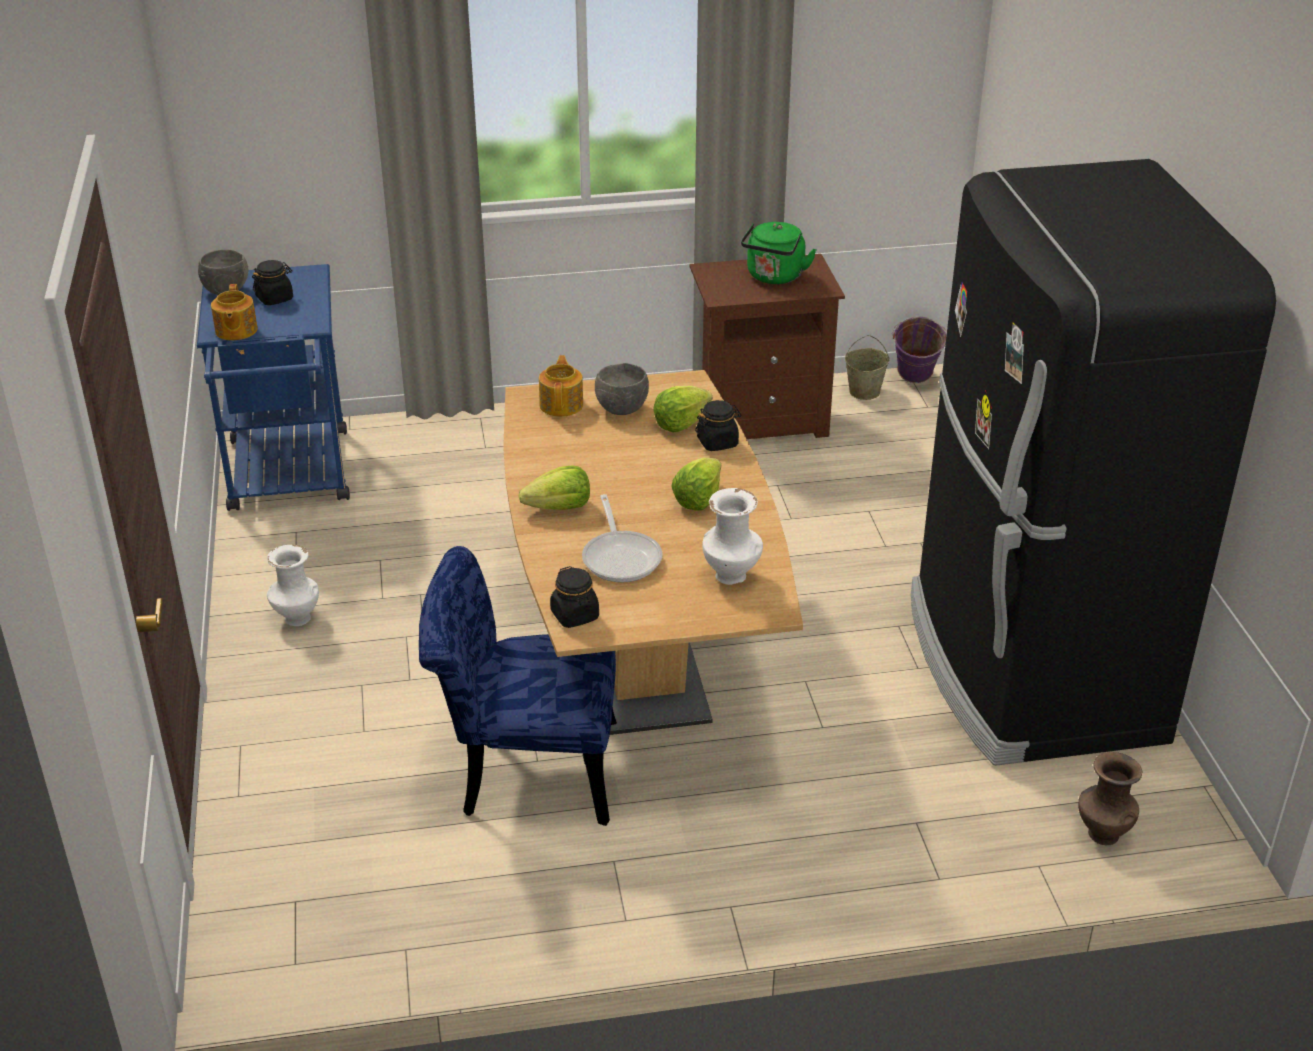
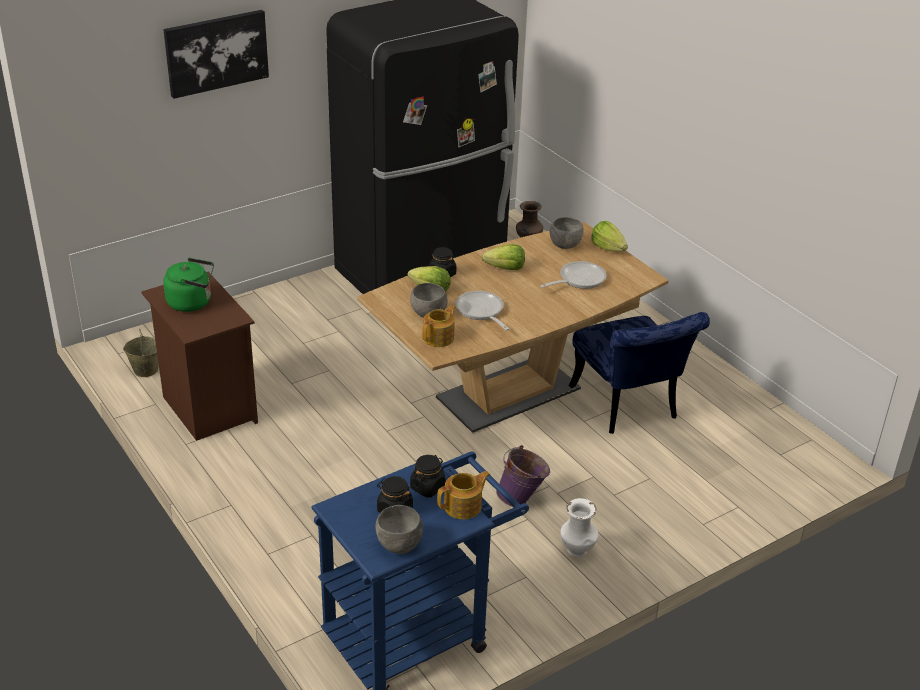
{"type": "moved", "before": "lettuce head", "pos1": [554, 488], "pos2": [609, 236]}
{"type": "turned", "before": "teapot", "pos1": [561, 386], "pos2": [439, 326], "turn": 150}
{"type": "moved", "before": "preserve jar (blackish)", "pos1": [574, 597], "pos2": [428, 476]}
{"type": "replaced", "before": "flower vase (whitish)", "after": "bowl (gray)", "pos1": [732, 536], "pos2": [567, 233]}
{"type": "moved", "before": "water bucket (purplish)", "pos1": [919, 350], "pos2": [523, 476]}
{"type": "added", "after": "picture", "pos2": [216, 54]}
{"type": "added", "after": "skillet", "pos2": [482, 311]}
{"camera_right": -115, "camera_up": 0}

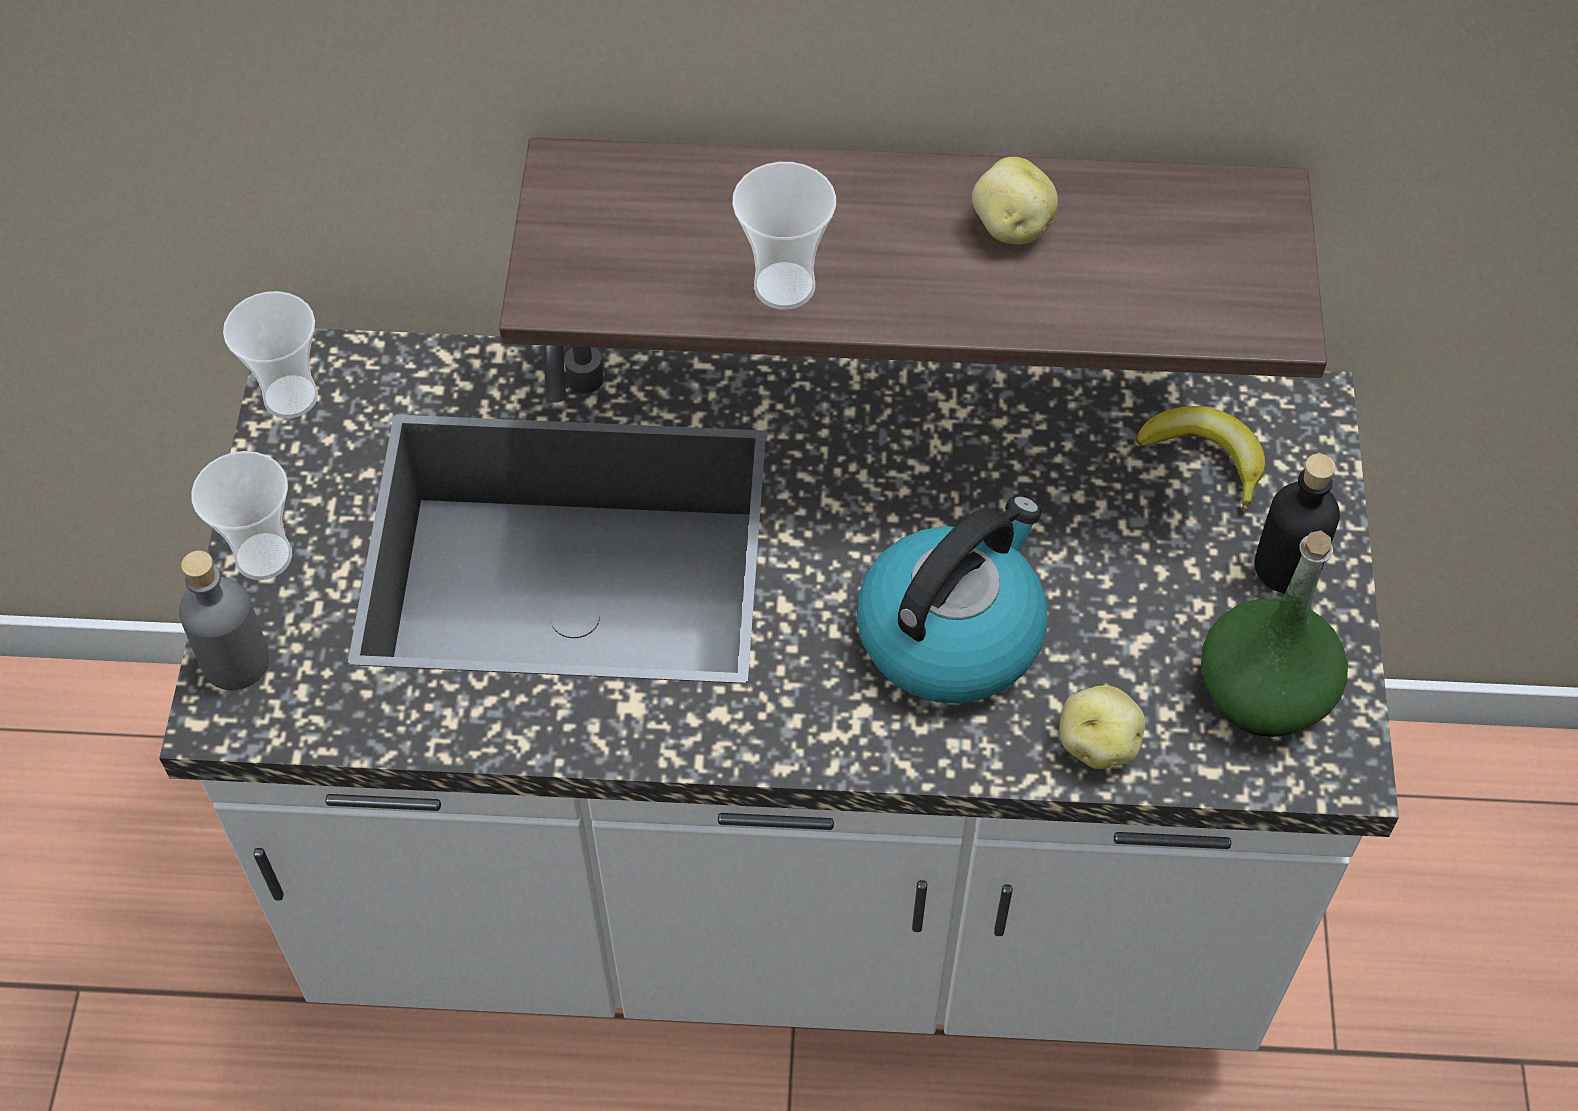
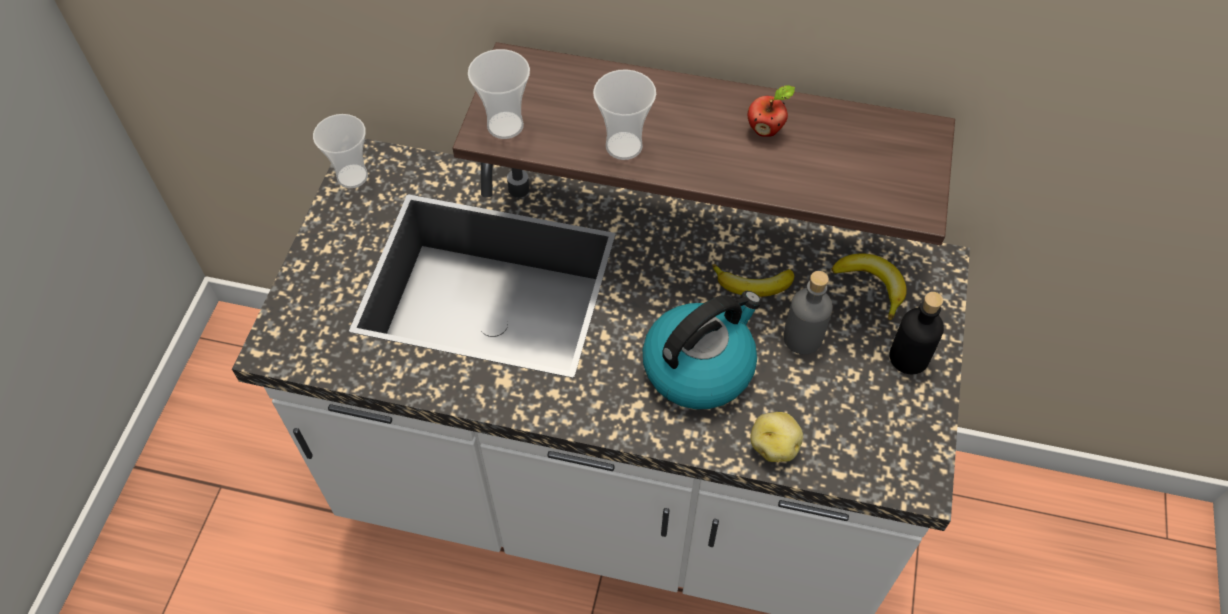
{"type": "moved", "before": "beverage bottle (gray)", "pos1": [224, 620], "pos2": [808, 312]}
{"type": "moved", "before": "drinking cup", "pos1": [241, 515], "pos2": [499, 94]}
{"type": "replaced", "before": "potato", "after": "whole apple", "pos1": [1015, 200], "pos2": [771, 111]}
{"type": "removed", "before": "beverage bottle (green-coloured)", "pos1": [1274, 633]}
{"type": "added", "after": "banana", "pos2": [753, 280]}
{"camera_right": 10, "camera_up": 0}

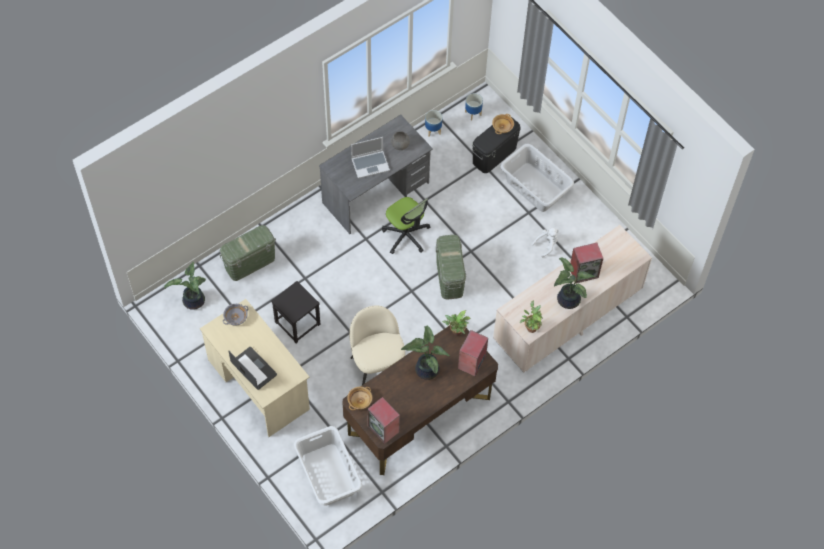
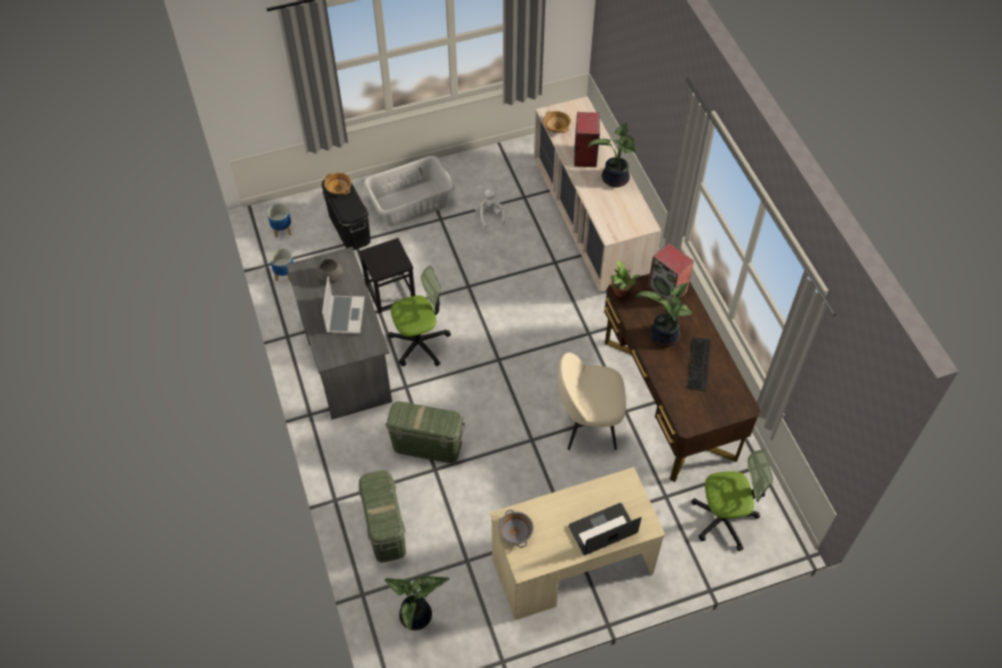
{"type": "moved", "before": "stool seat (blackish)", "pos1": [295, 312], "pos2": [387, 275]}
{"type": "replaced", "before": "hamper (whitish)", "after": "desk chair", "pos1": [328, 466], "pos2": [732, 500]}
{"type": "moved", "before": "bowl (beige-coloured)", "pos1": [359, 398], "pos2": [557, 122]}
{"type": "removed", "before": "speaker", "pos1": [383, 420]}
{"type": "moved", "before": "storage container (green-coloured)", "pos1": [451, 267], "pos2": [425, 432]}
{"type": "removed", "before": "plant in a pot", "pos1": [531, 317]}
{"type": "added", "after": "computer keyboard", "pos2": [699, 364]}
{"camera_right": -70, "camera_up": -5}

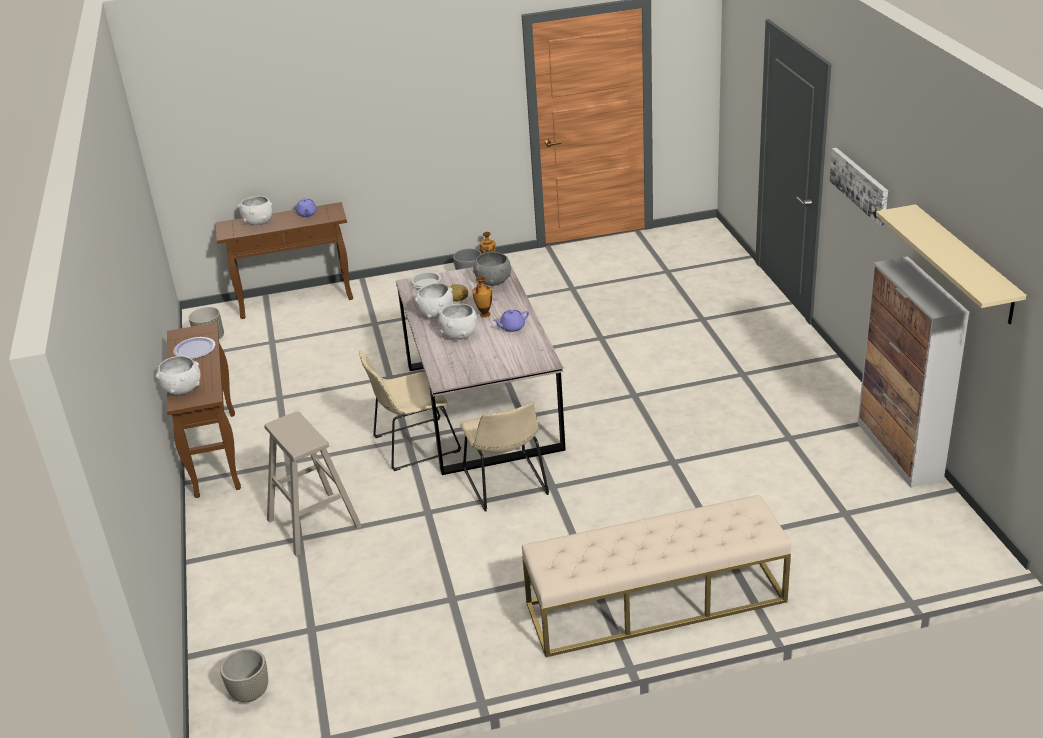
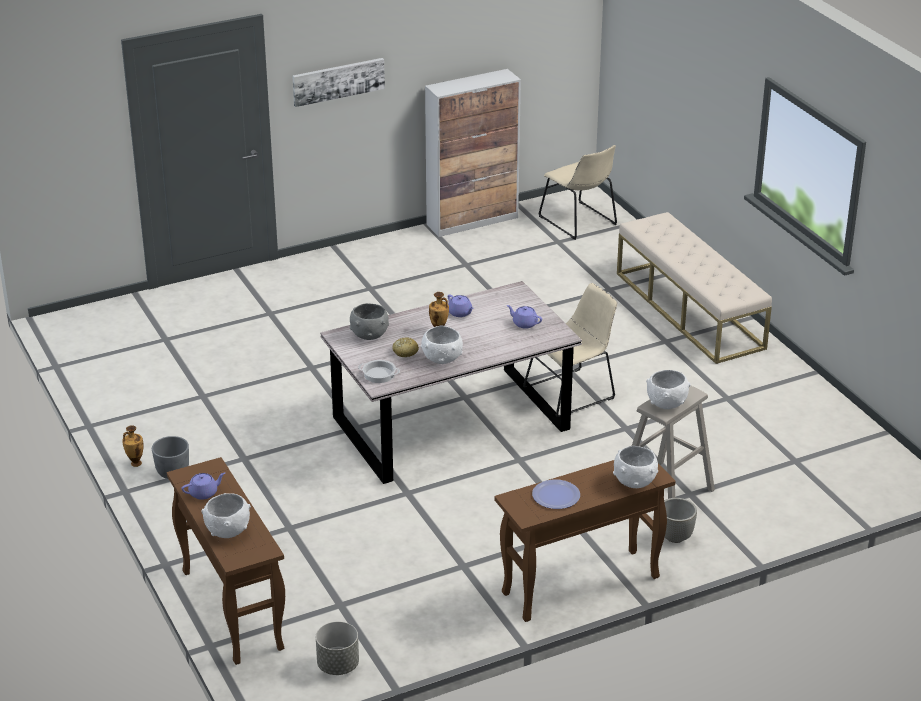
{"type": "moved", "before": "plant pot (gray)", "pos1": [244, 675], "pos2": [680, 520]}
{"type": "moved", "before": "chair (beige-coloured)", "pos1": [410, 410], "pos2": [577, 192]}
{"type": "moved", "before": "bowl (whitish)", "pos1": [457, 322], "pos2": [668, 389]}
{"type": "removed", "before": "bracket shelf (beige-coloured)", "pos1": [951, 264]}
{"type": "added", "after": "teapot (purplish)", "pos2": [524, 317]}
{"camera_right": -105, "camera_up": 0}

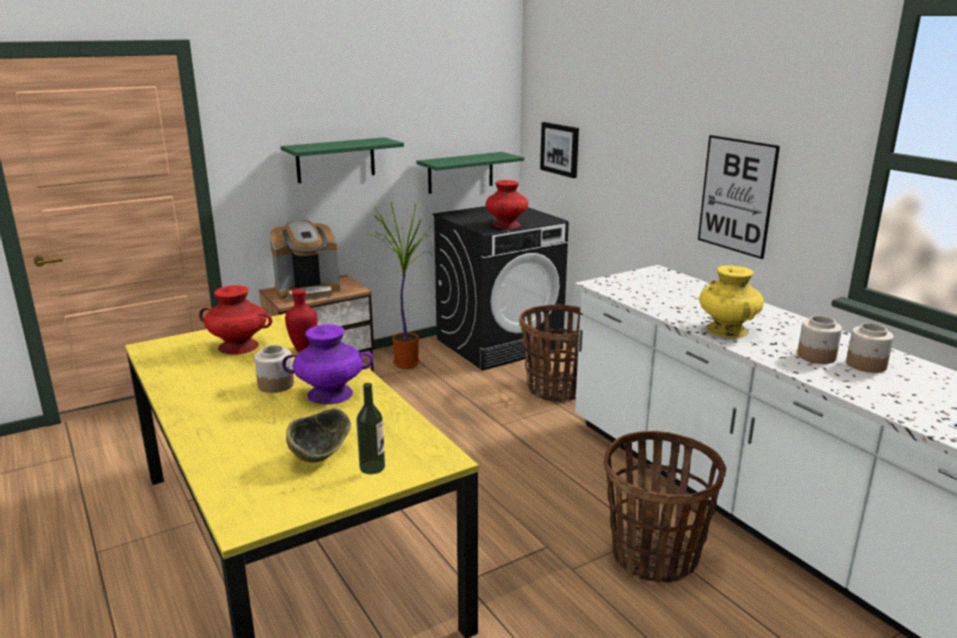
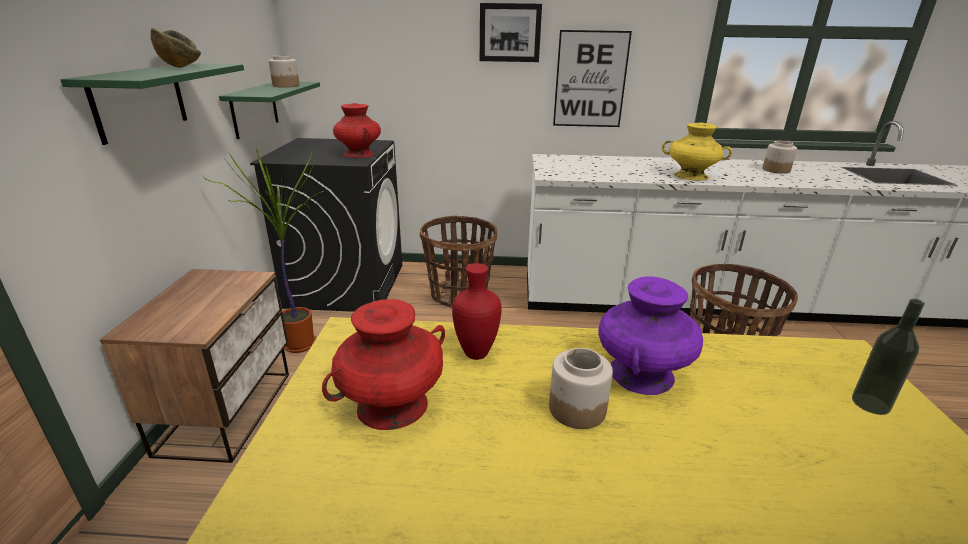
{"type": "removed", "before": "coffee maker", "pos1": [305, 260]}
{"type": "moved", "before": "bowl", "pos1": [318, 435], "pos2": [176, 48]}
{"type": "moved", "before": "picture", "pos1": [559, 150], "pos2": [511, 32]}
{"type": "moved", "before": "preserve jar", "pos1": [819, 340], "pos2": [284, 71]}
{"camera_right": -55, "camera_up": 5}

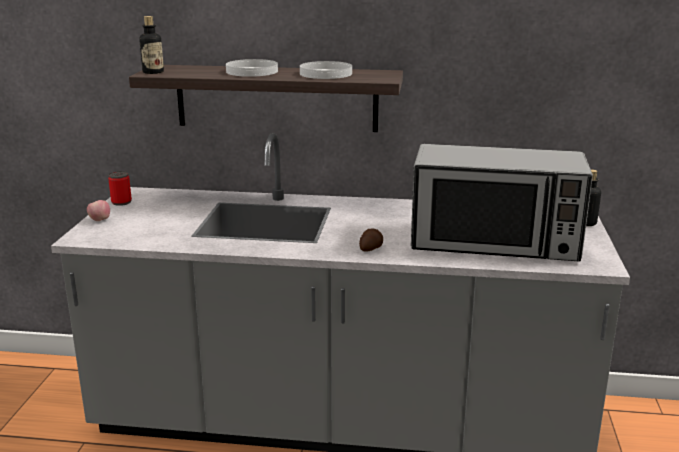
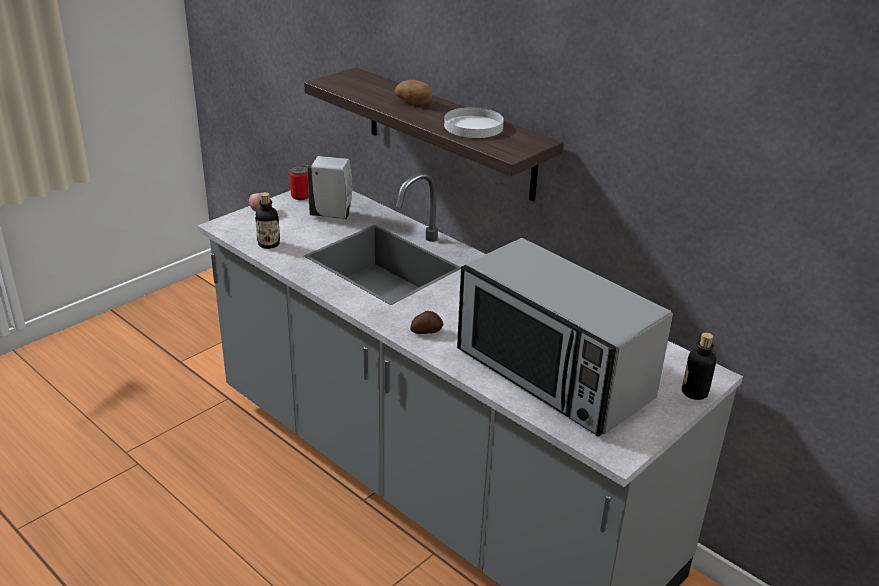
{"type": "moved", "before": "beverage bottle", "pos1": [151, 45], "pos2": [267, 220]}
{"type": "replaced", "before": "plate (whitish)", "after": "potato", "pos1": [252, 68], "pos2": [413, 92]}
{"type": "added", "after": "liquid soap bottle (whitish)", "pos2": [329, 187]}
{"camera_right": 35, "camera_up": 10}

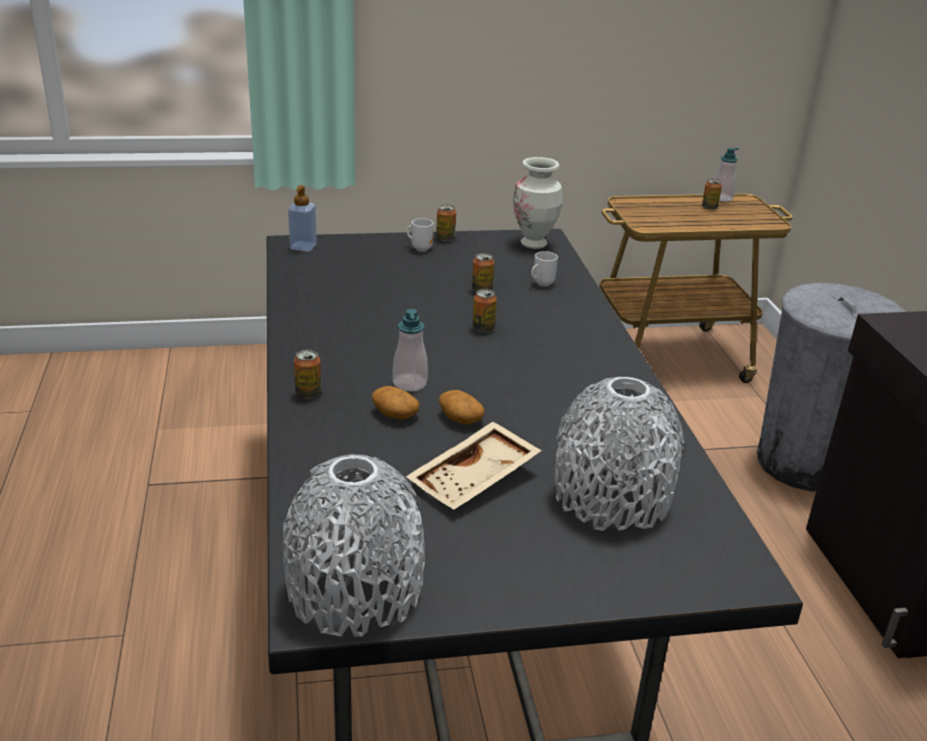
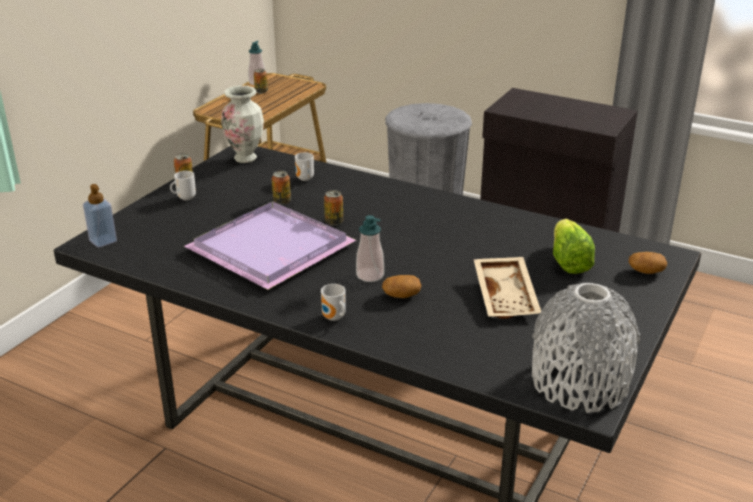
{"type": "replaced", "before": "sealed can", "after": "coffee mug", "pos1": [308, 374], "pos2": [333, 302]}
{"type": "moved", "before": "potato", "pos1": [462, 407], "pos2": [648, 263]}
{"type": "replaced", "before": "flower vase (gray)", "after": "lettuce head", "pos1": [620, 454], "pos2": [574, 246]}
{"type": "added", "after": "serving tray (purplish)", "pos2": [270, 245]}
{"camera_right": -50, "camera_up": 0}

